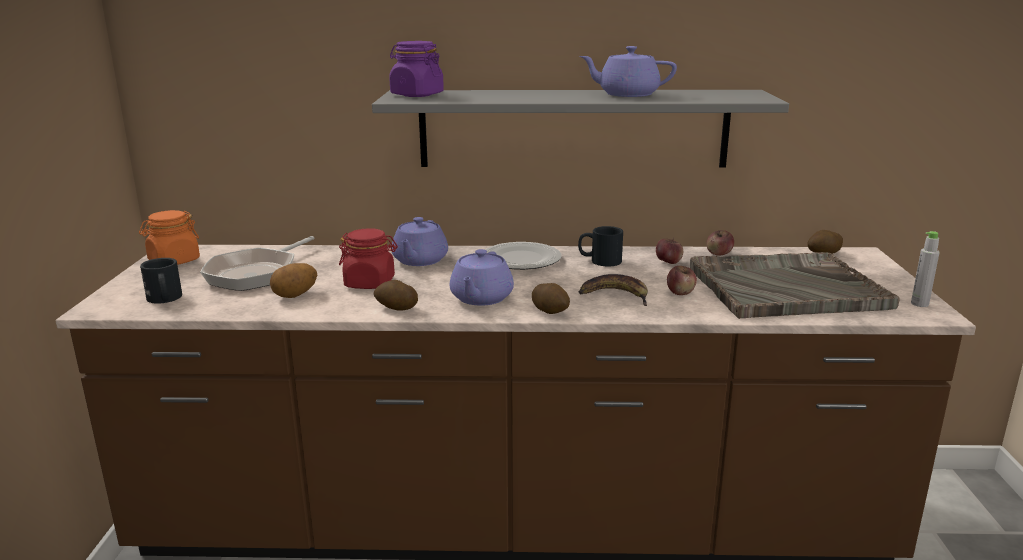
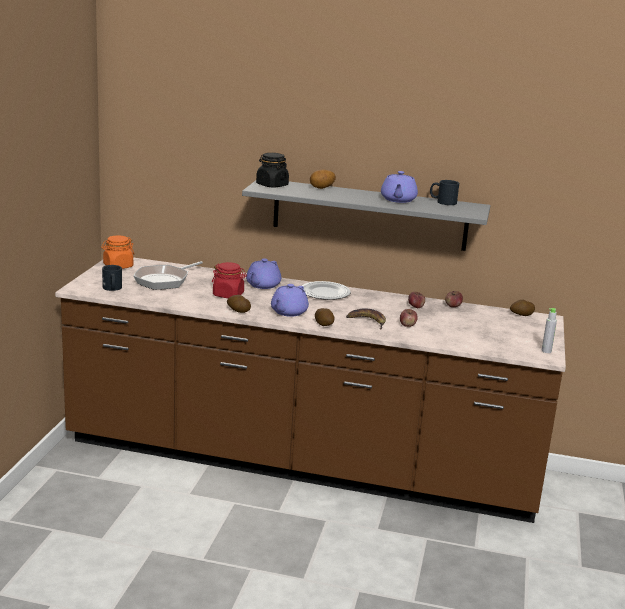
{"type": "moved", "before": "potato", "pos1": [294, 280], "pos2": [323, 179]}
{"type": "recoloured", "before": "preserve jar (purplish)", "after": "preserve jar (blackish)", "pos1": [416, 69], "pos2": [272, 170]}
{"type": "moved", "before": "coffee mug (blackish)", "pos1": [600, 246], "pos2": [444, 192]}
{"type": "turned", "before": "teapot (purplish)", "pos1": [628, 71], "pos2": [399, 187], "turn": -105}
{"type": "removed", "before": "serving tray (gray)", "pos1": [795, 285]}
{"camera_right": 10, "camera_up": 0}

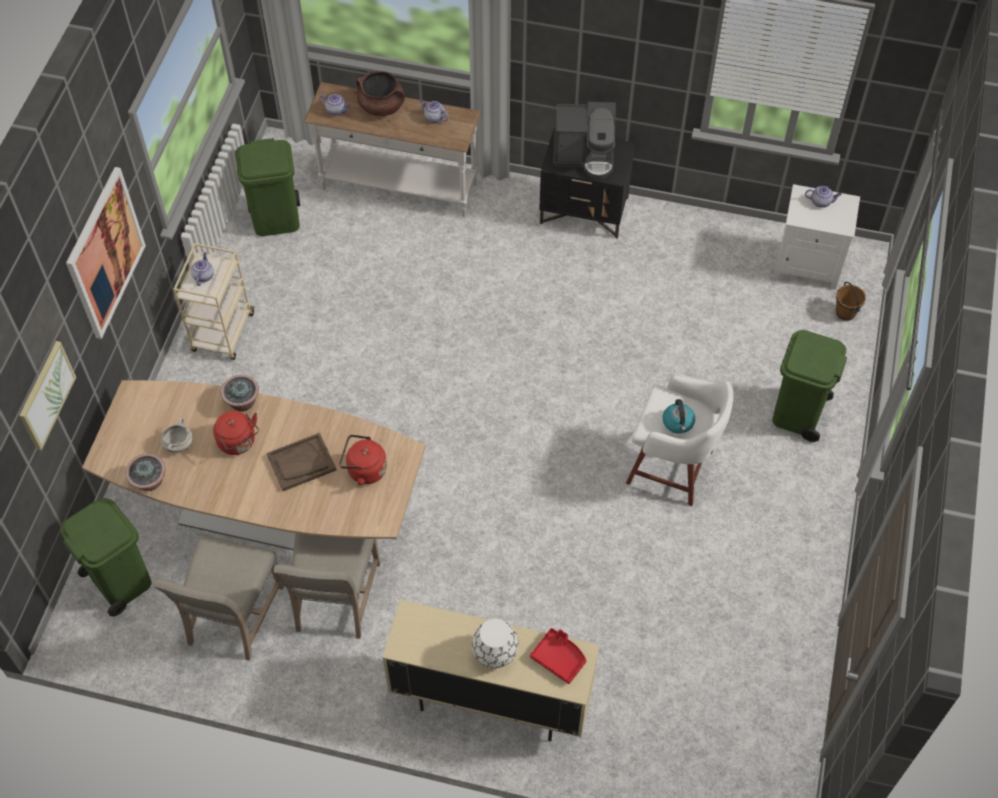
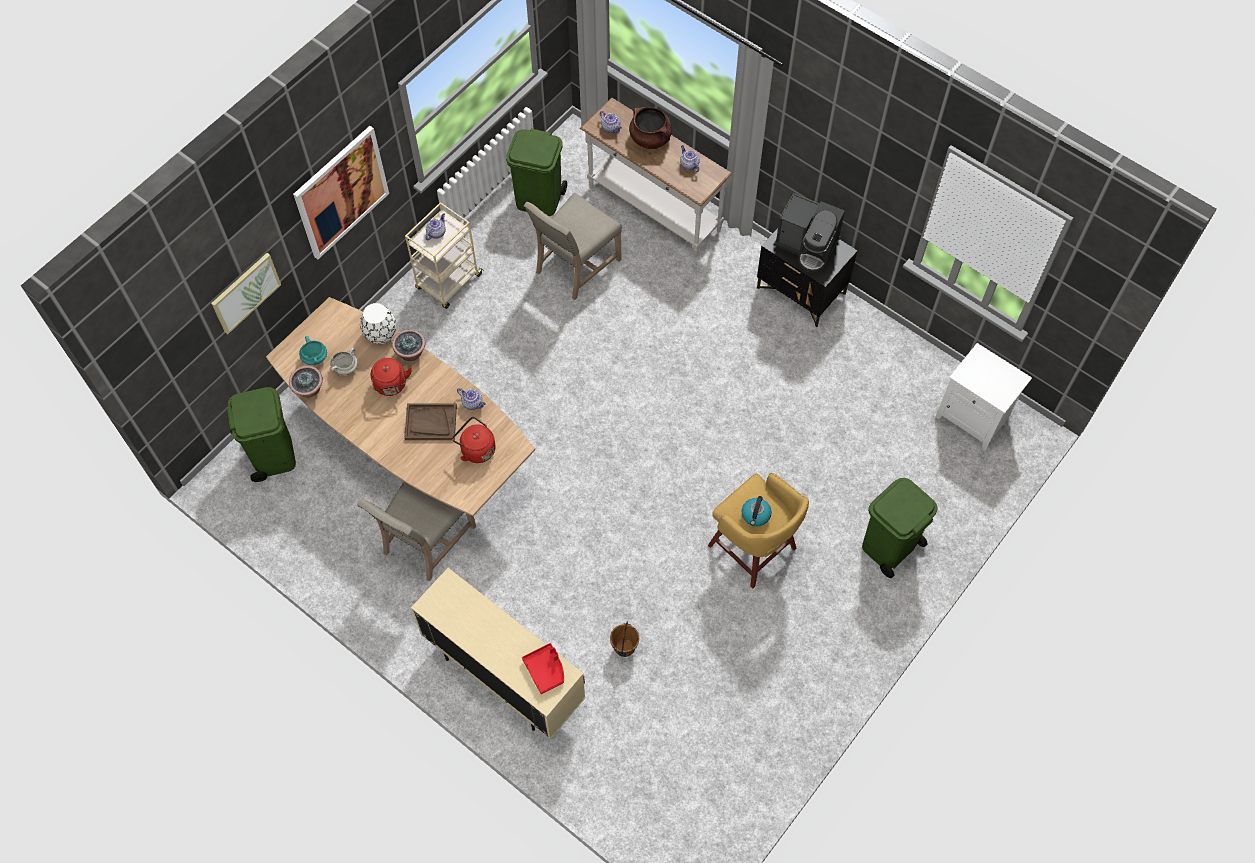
{"type": "moved", "before": "chair (beige-coloured)", "pos1": [218, 597], "pos2": [573, 246]}
{"type": "moved", "before": "flower vase (whitish)", "pos1": [495, 643], "pos2": [378, 323]}
{"type": "recoloured", "before": "stool seat (whitish)", "after": "stool seat (yellow-coloured)", "pos1": [679, 440], "pos2": [758, 530]}
{"type": "moved", "before": "teapot", "pos1": [823, 197], "pos2": [471, 399]}
{"type": "moved", "before": "water bucket (brown-coloured)", "pos1": [851, 301], "pos2": [624, 639]}
{"type": "added", "after": "saucepot (turquoise)", "pos2": [313, 350]}
{"camera_right": 25, "camera_up": 5}

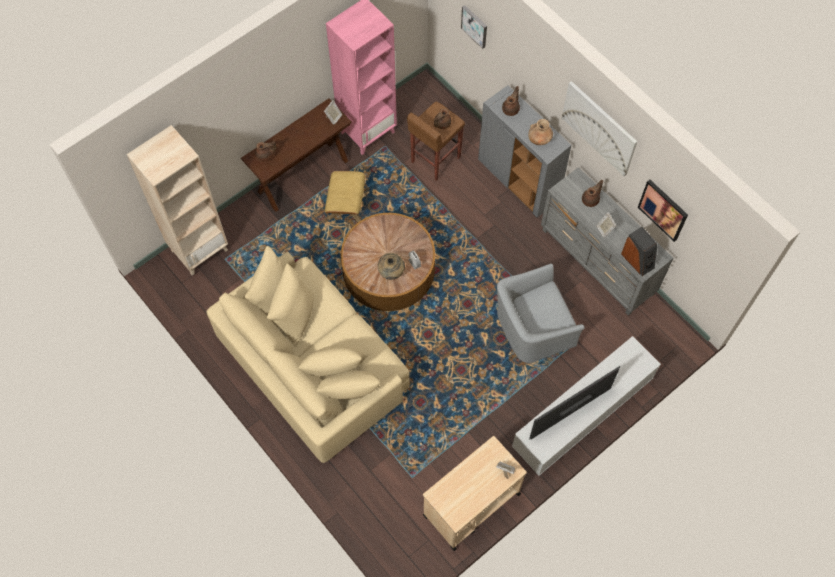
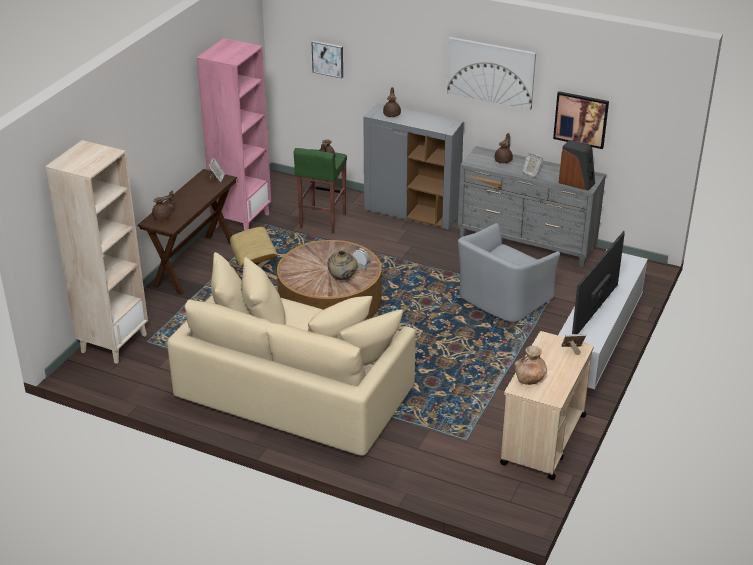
{"type": "recoloured", "before": "stool seat (brown-coloured)", "after": "stool seat (green-coloured)", "pos1": [436, 141], "pos2": [320, 191]}
{"type": "moved", "before": "flower vase (brown-coloured)", "pos1": [540, 132], "pos2": [530, 365]}
{"camera_right": -25, "camera_up": -30}

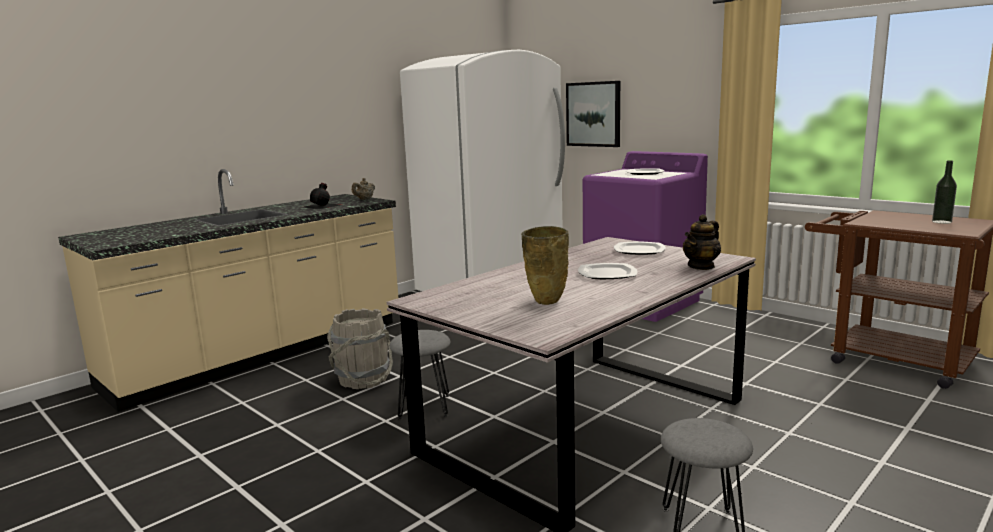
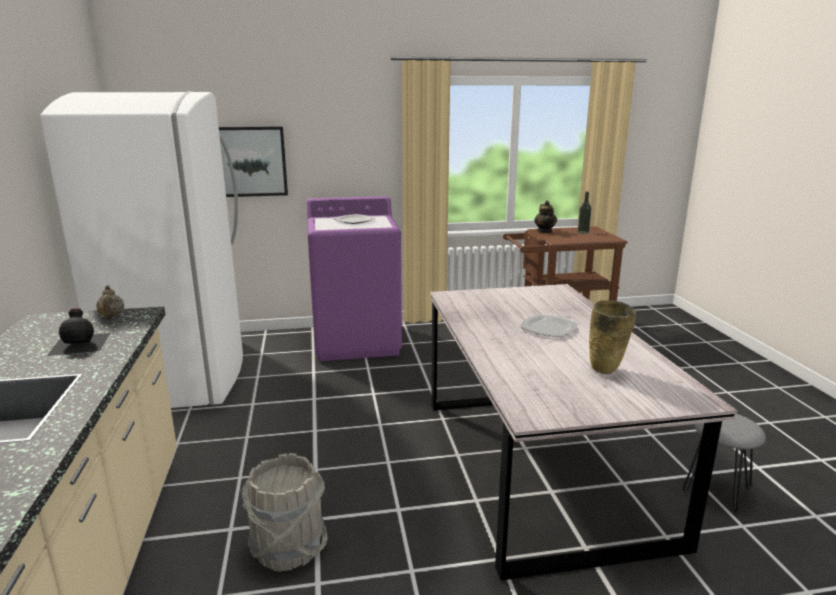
{"type": "removed", "before": "stool seat (gray)", "pos1": [420, 375]}
{"type": "removed", "before": "plate", "pos1": [640, 248]}
{"type": "moved", "before": "teapot", "pos1": [702, 242], "pos2": [545, 217]}
{"camera_right": -55, "camera_up": 5}

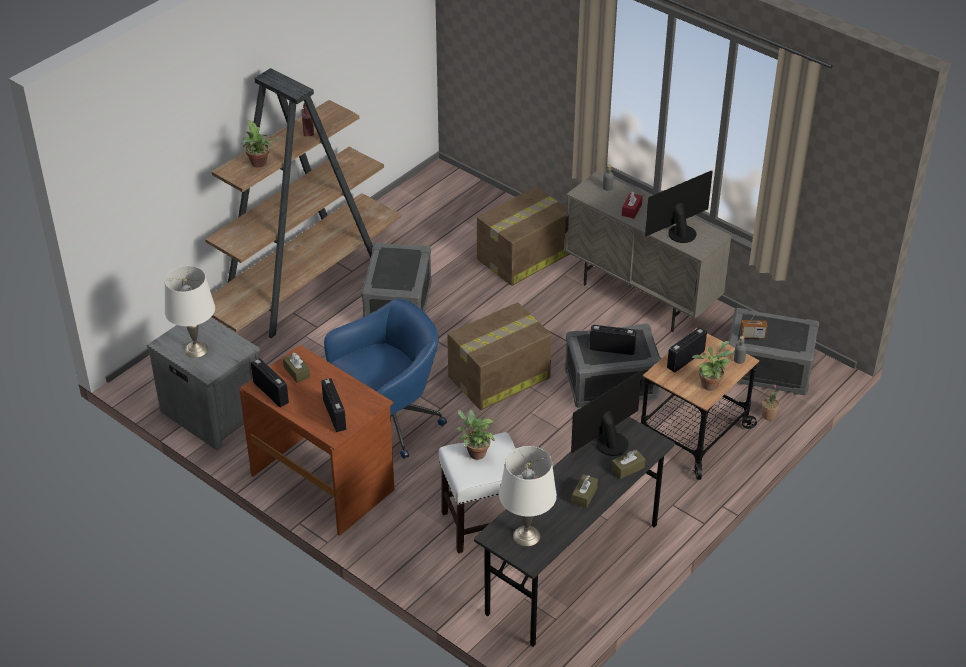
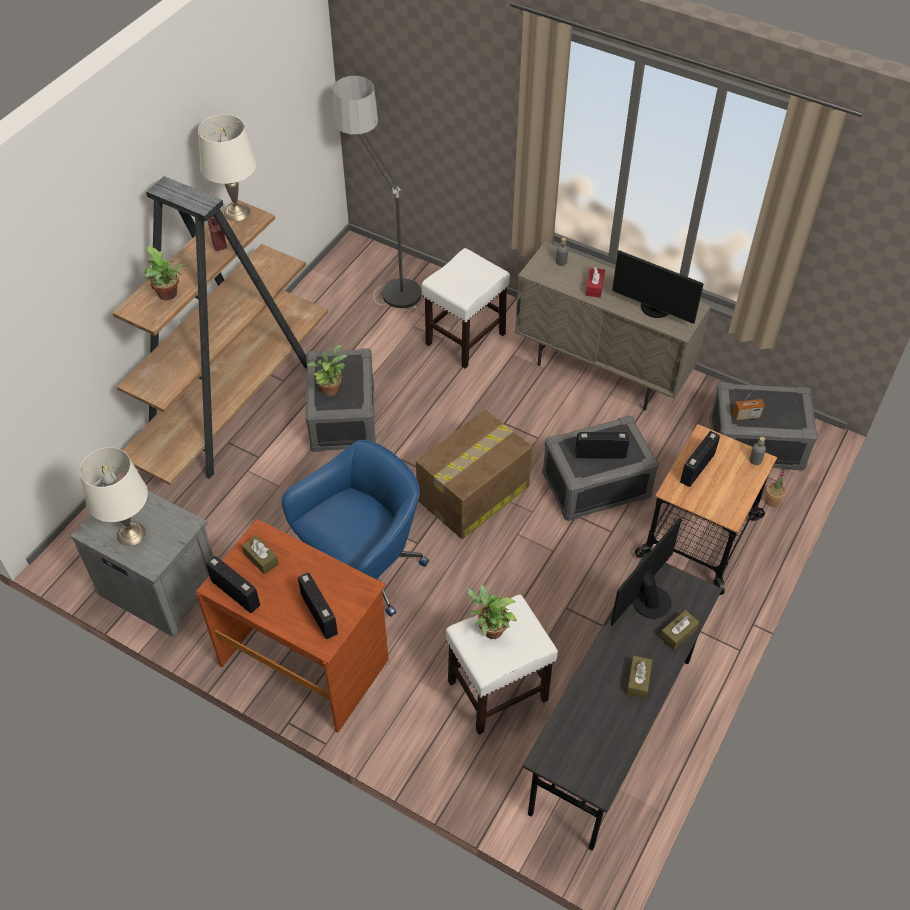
{"type": "replaced", "before": "carton", "after": "stool seat (whitish)", "pos1": [523, 236], "pos2": [466, 308]}
{"type": "moved", "before": "tabletop lamp (whitish)", "pos1": [528, 496], "pos2": [227, 168]}
{"type": "turned", "before": "monitor", "pos1": [679, 207], "pos2": [658, 287], "turn": -105}
{"type": "moved", "before": "plant in a pot", "pos1": [713, 366], "pos2": [327, 370]}
{"type": "added", "after": "floor lamp", "pos2": [377, 193]}
{"camera_right": -10, "camera_up": 10}

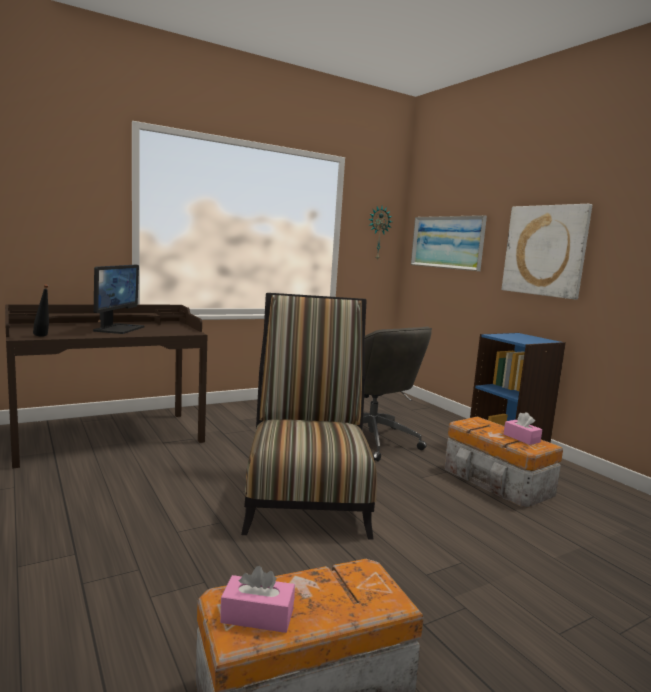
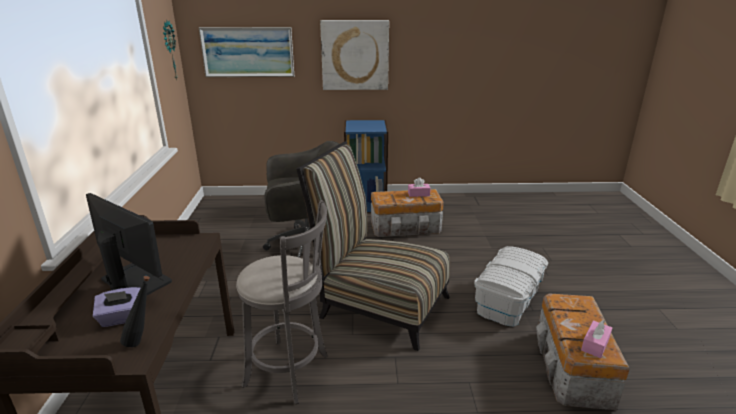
{"type": "added", "after": "box of tissues (purplish)", "pos2": [116, 307]}
{"type": "added", "after": "stool seat (gray)", "pos2": [282, 302]}
{"type": "added", "after": "storage container (whitish)", "pos2": [511, 286]}
{"camera_right": -60, "camera_up": 15}

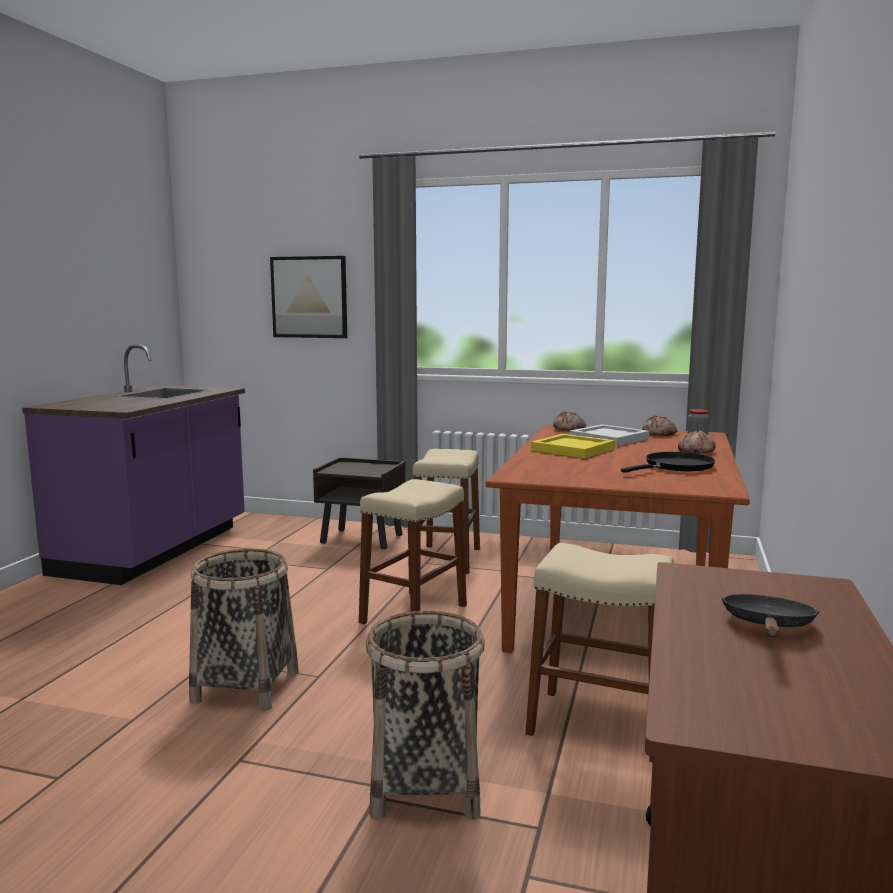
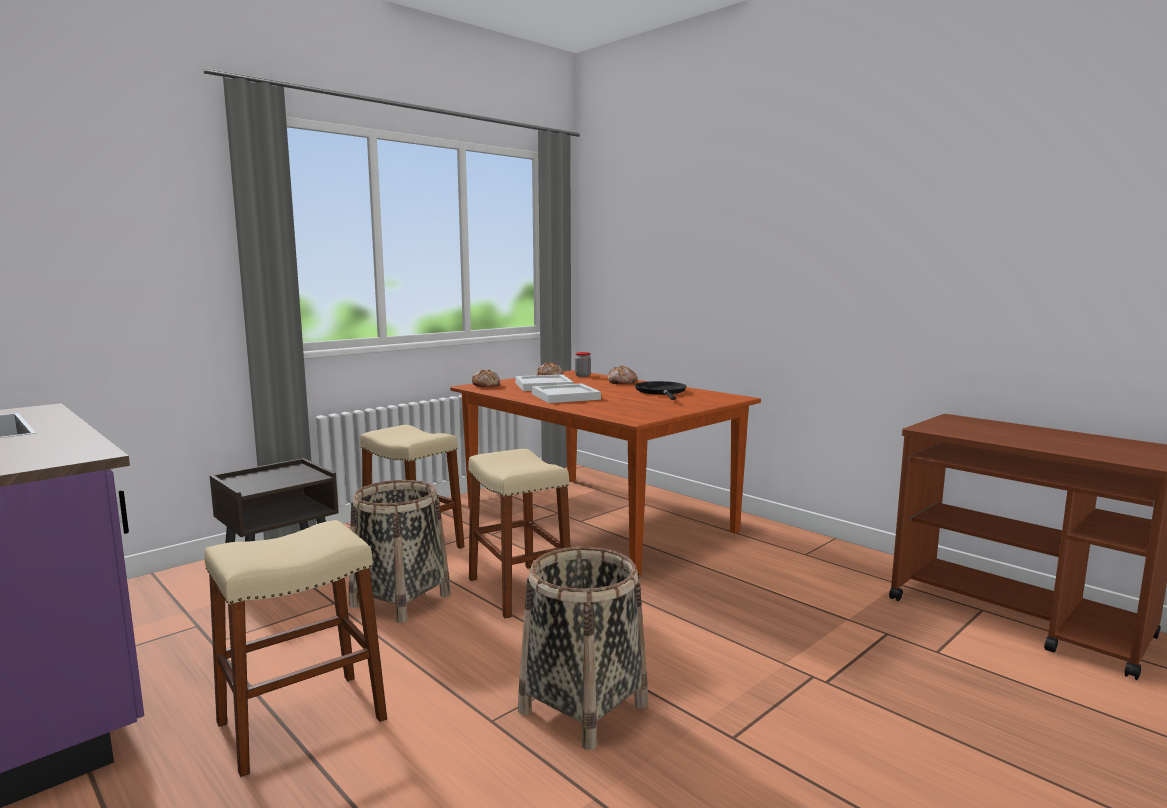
{"type": "removed", "before": "picture", "pos1": [308, 297]}
{"type": "moved", "before": "household basket", "pos1": [425, 715], "pos2": [400, 551]}
{"type": "moved", "before": "stool seat (beige-coloured)", "pos1": [600, 652], "pos2": [295, 648]}
{"type": "recoloured", "before": "serving tray (yellow-coloured)", "after": "serving tray (whitish)", "pos1": [573, 446], "pos2": [566, 393]}
{"type": "removed", "before": "skillet (blackish)", "pos1": [770, 615]}
{"camera_right": -60, "camera_up": 0}

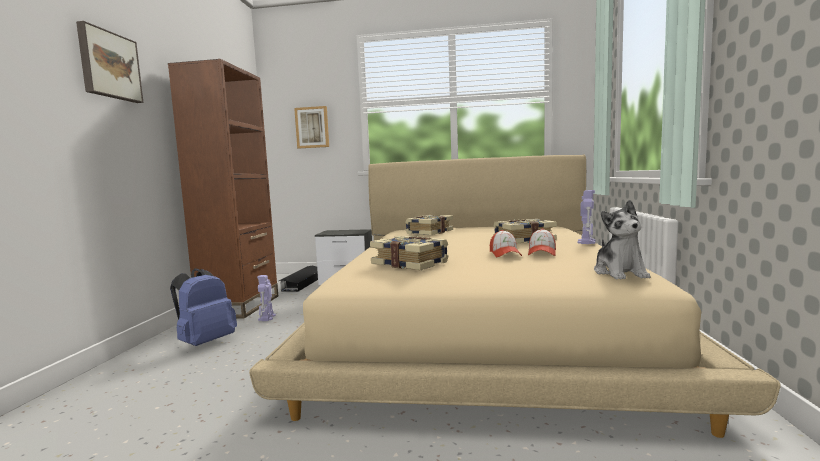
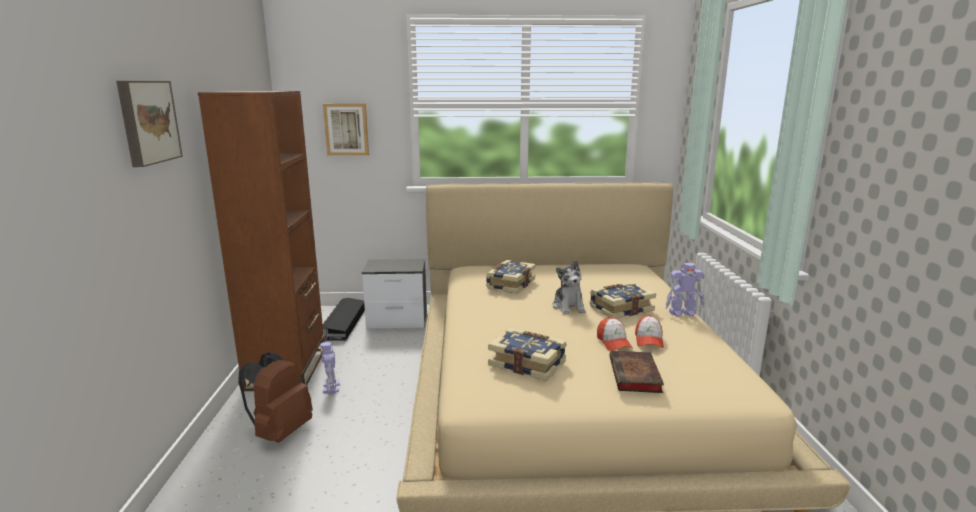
{"type": "recoloured", "before": "rucksack (blue-coloured)", "after": "rucksack (brown-coloured)", "pos1": [203, 307], "pos2": [275, 397]}
{"type": "turned", "before": "toy robot", "pos1": [587, 217], "pos2": [685, 290], "turn": 75}
{"type": "moved", "before": "soft toy", "pos1": [622, 239], "pos2": [569, 287]}
{"type": "added", "after": "volume", "pos2": [637, 372]}
{"camera_right": -10, "camera_up": 10}

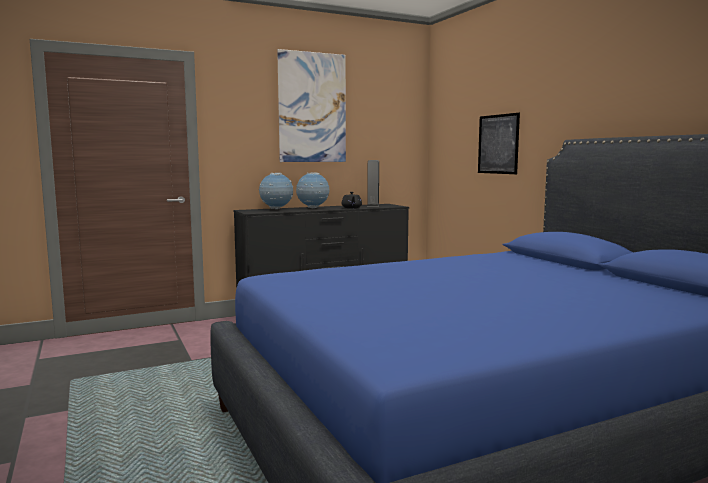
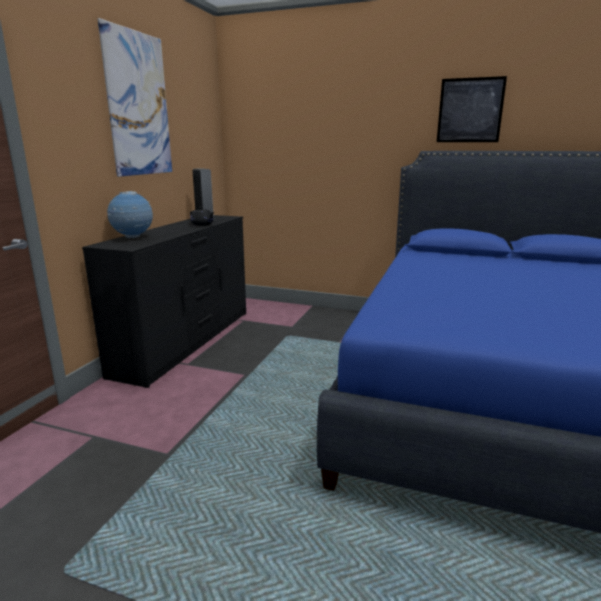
{"type": "removed", "before": "desk globe", "pos1": [312, 190]}
{"type": "moved", "before": "picture", "pos1": [499, 143], "pos2": [472, 109]}
{"camera_right": -45, "camera_up": 10}

